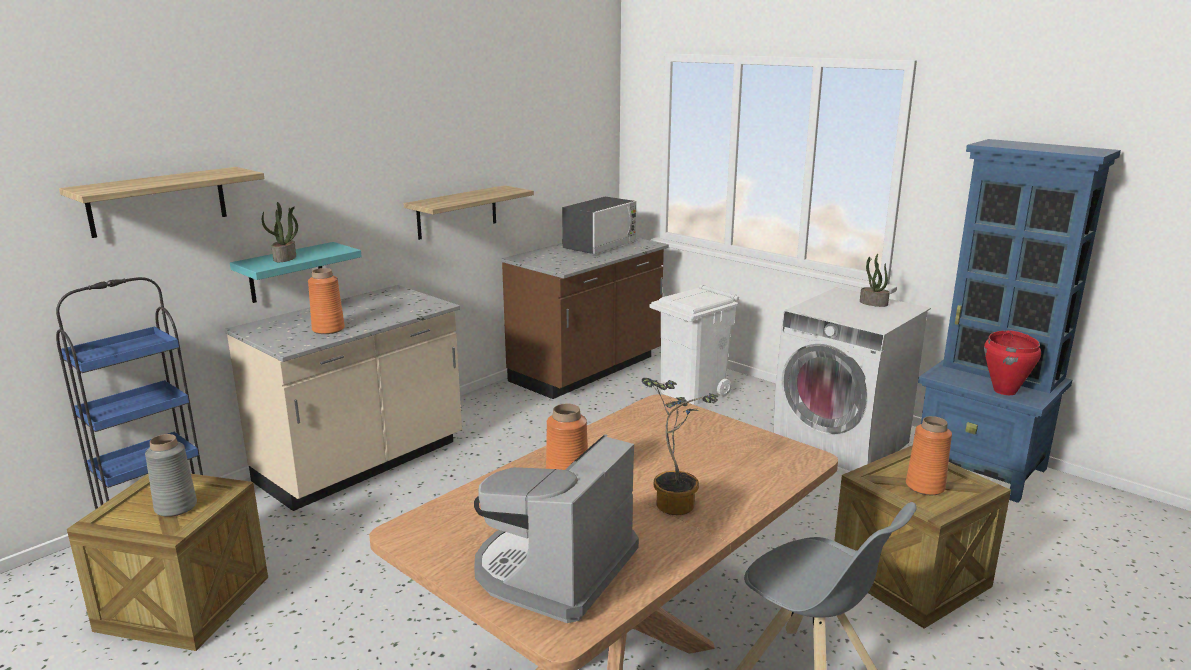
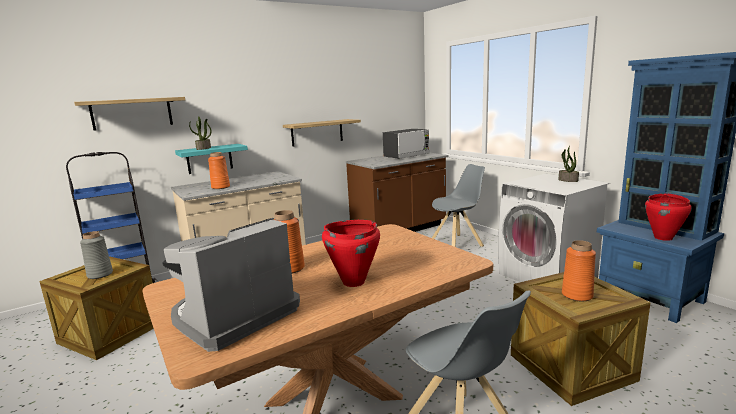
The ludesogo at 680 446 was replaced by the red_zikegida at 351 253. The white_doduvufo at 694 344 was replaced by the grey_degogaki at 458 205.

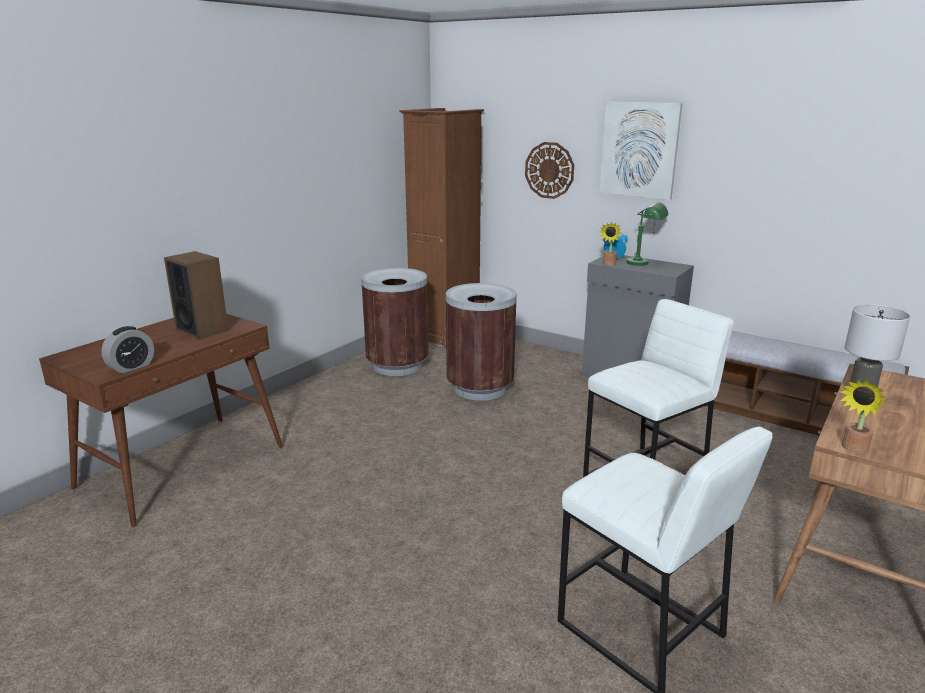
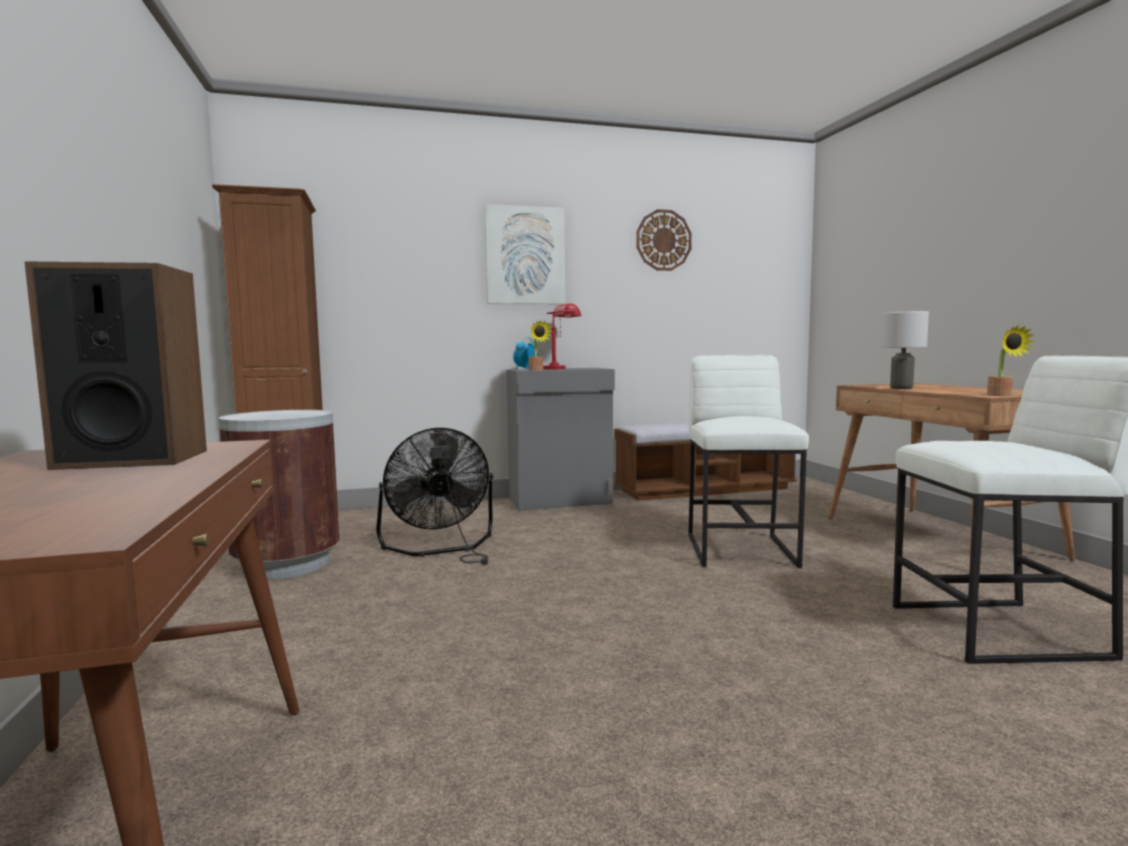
The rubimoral at 128 349 disappeared. The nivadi moved from 549 170 to 664 240. The brown_doduvufo at 481 342 was replaced by the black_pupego at 434 496. The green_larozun at 648 234 became the red_larozun at 562 336.

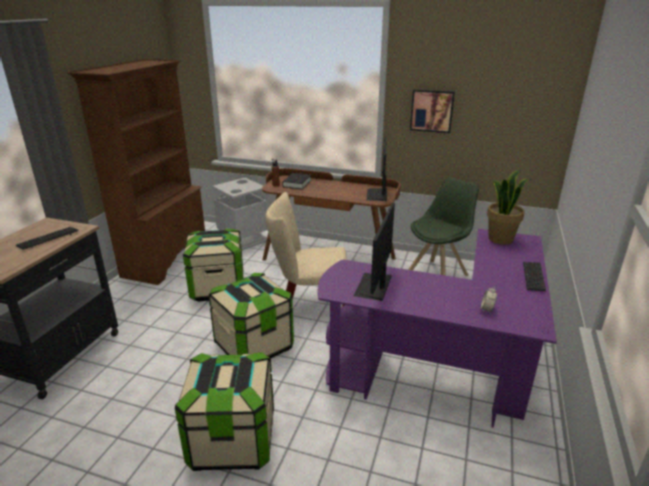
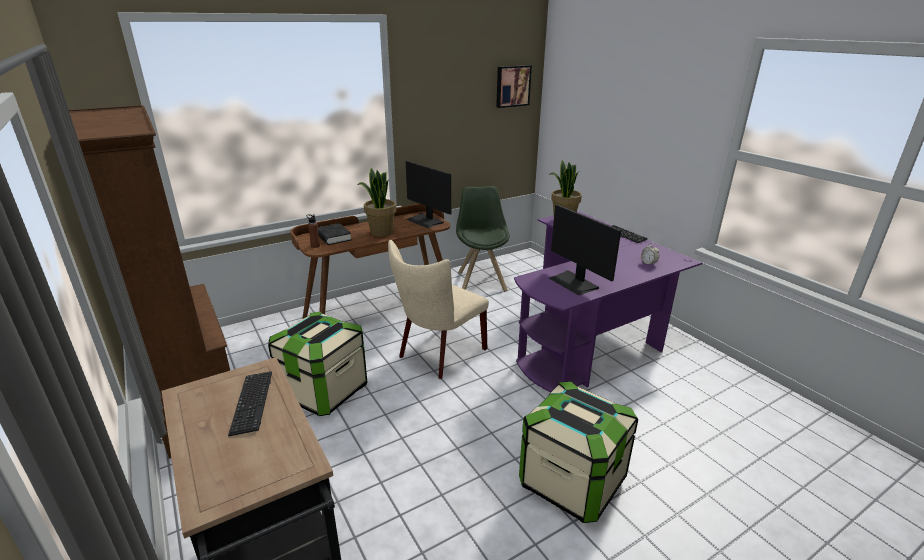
The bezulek at 251 316 disappeared. The grey_doduvufo at 240 214 disappeared. The ludesogo at 376 202 appeared. The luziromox moved from 432 111 to 514 86.

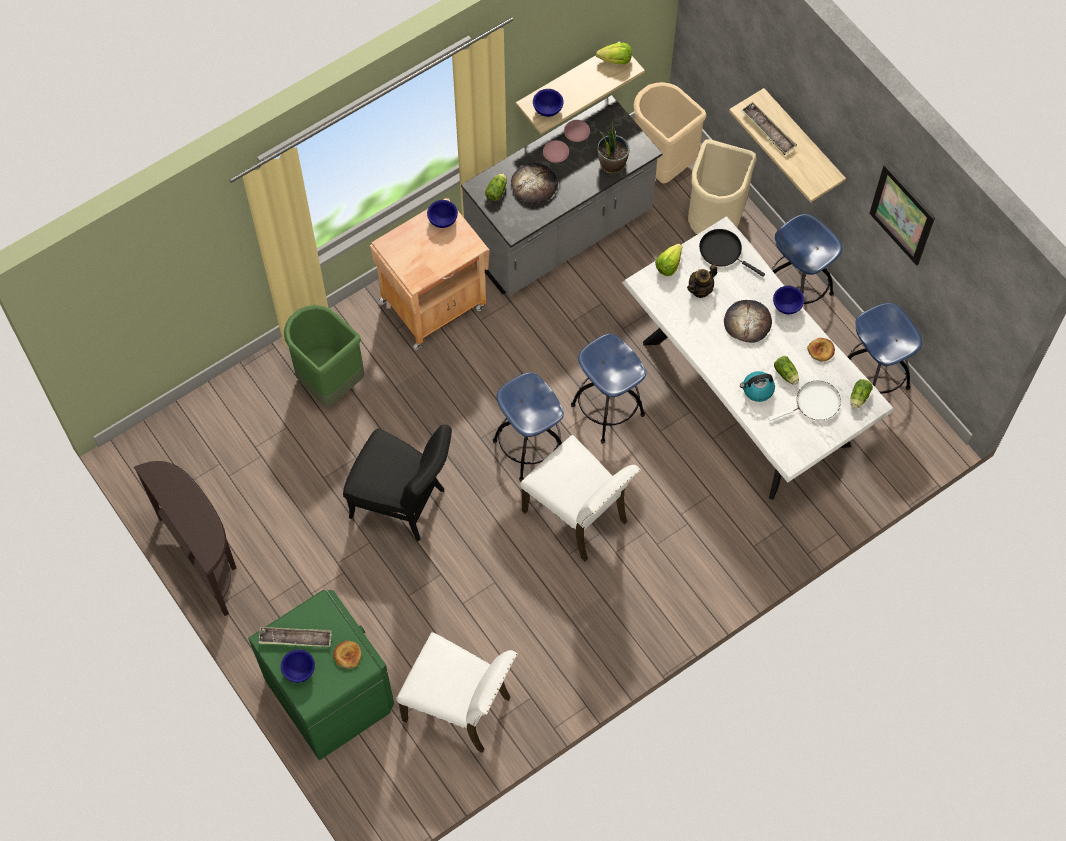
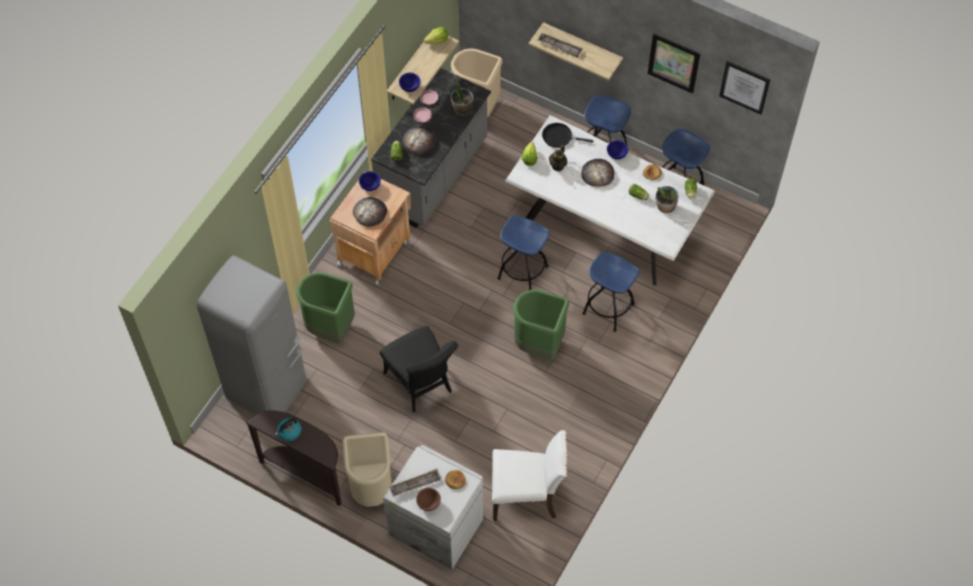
The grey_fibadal at 251 334 appeared. The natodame at 370 212 appeared. The luziromox at 744 88 appeared. The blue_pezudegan moved from 528 426 to 610 292. The beige_doduvufo moved from 722 186 to 367 469. The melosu moved from 757 386 to 288 429. The white_degogaki at 580 498 was replaced by the green_doduvufo at 541 325. The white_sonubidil at 804 400 was replaced by the ludesogo at 667 199. The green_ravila at 321 675 became the white_ravila at 433 507. The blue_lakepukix at 298 666 became the brown_lakepukix at 428 499. The black_degogaki at 397 483 turned 60 degrees clockwise.

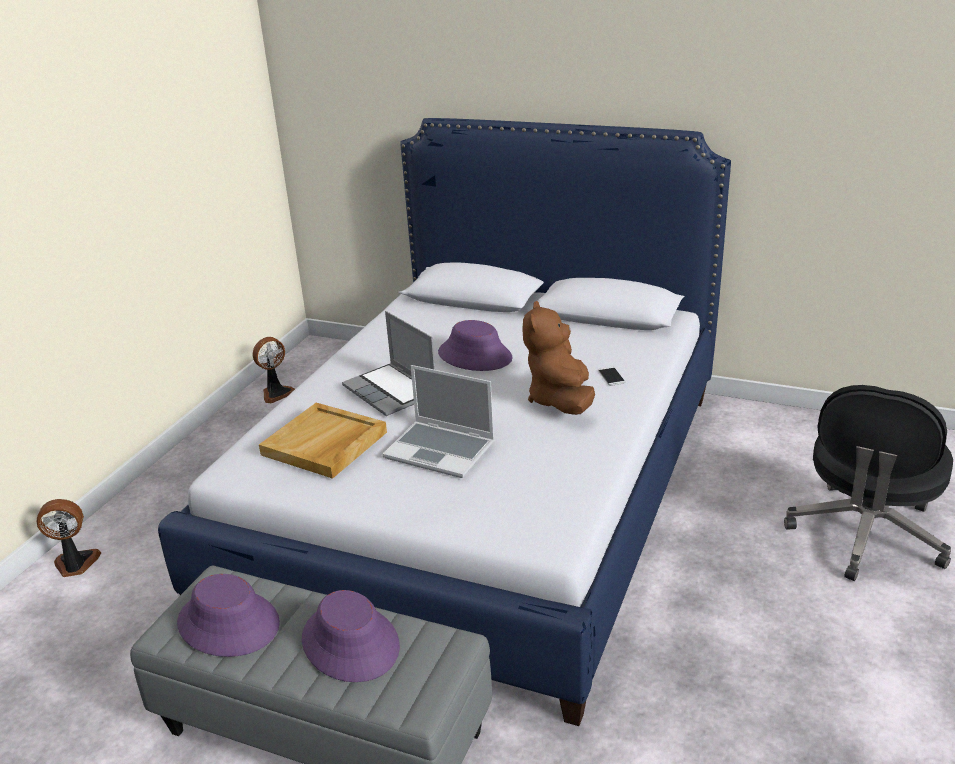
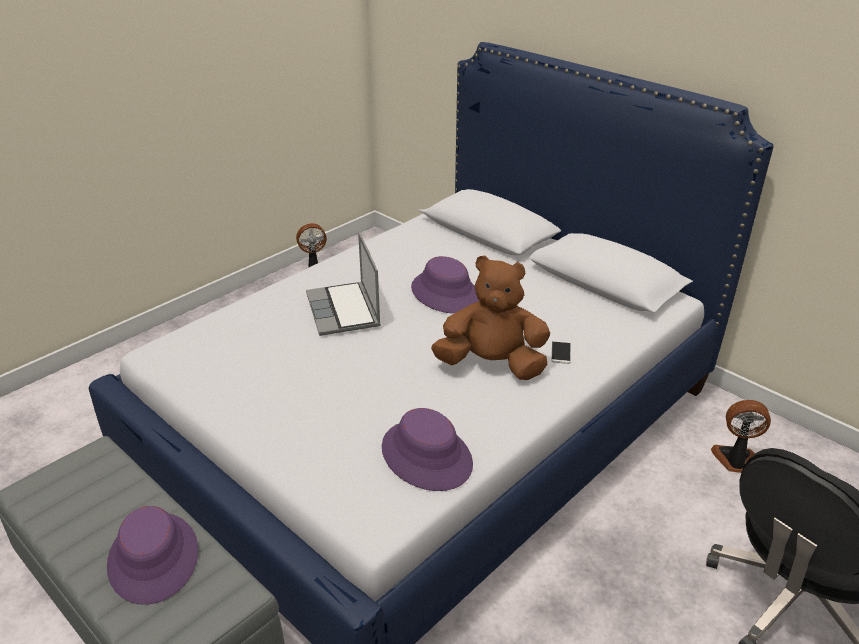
The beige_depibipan at 323 441 disappeared. The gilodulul at 438 421 disappeared. The pupego moved from 69 538 to 741 436. The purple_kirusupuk moved from 228 615 to 427 449. The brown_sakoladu at 558 358 turned 75 degrees clockwise.

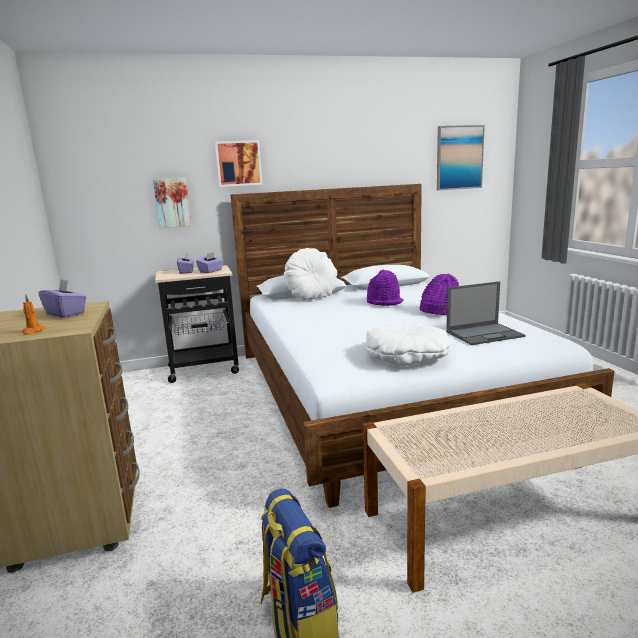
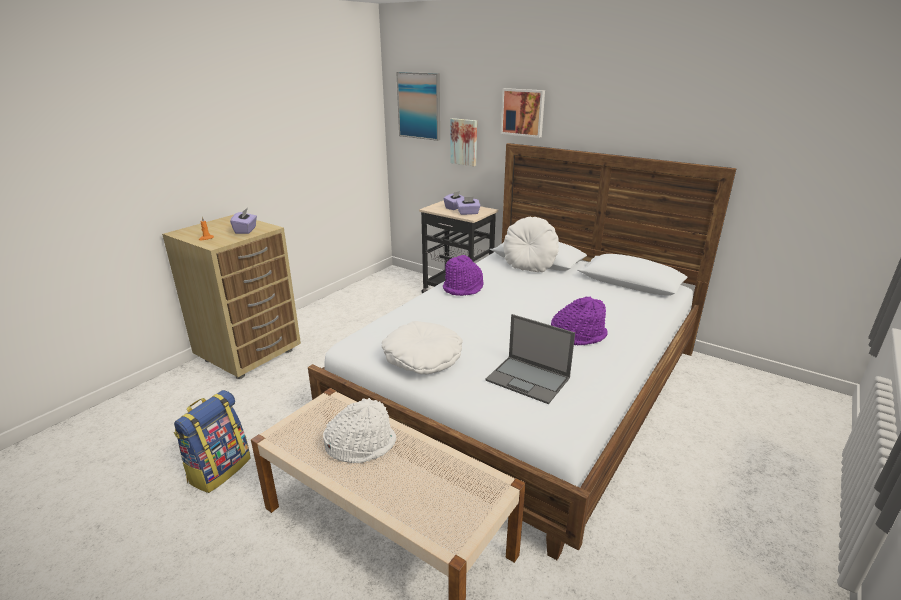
The white_kirusupuk at 359 430 appeared. The purple_kirusupuk moved from 385 288 to 463 275. The luziromox moved from 461 157 to 418 106.

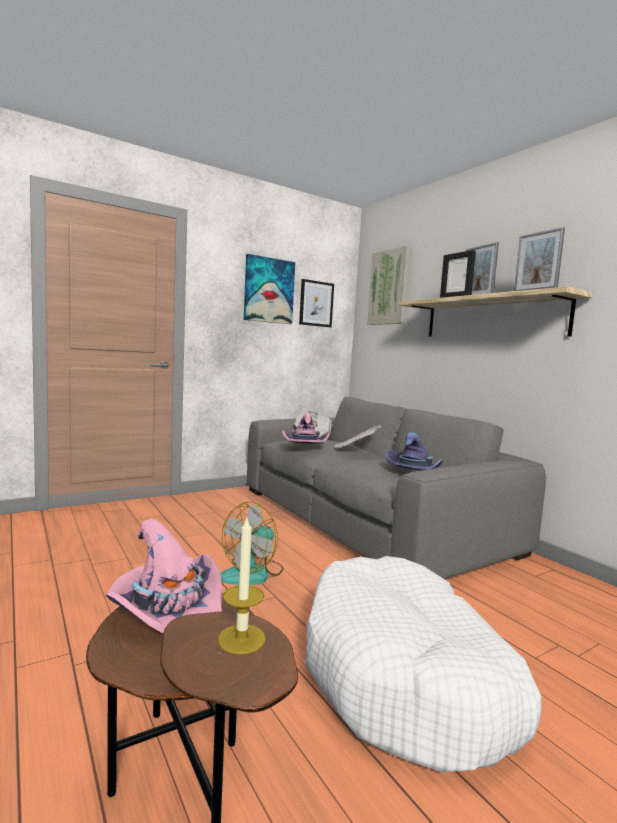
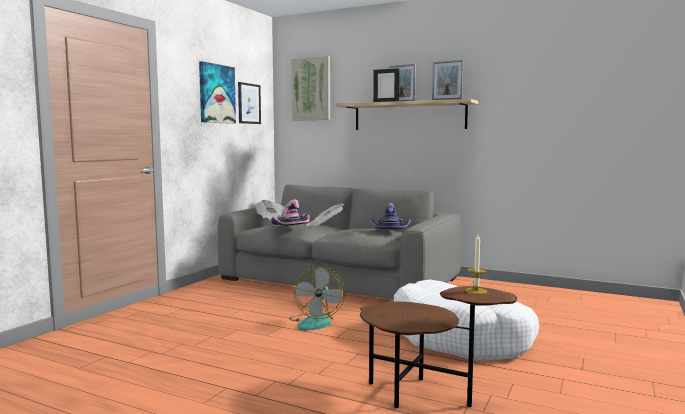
The pink_kirusupuk at 164 576 disappeared.

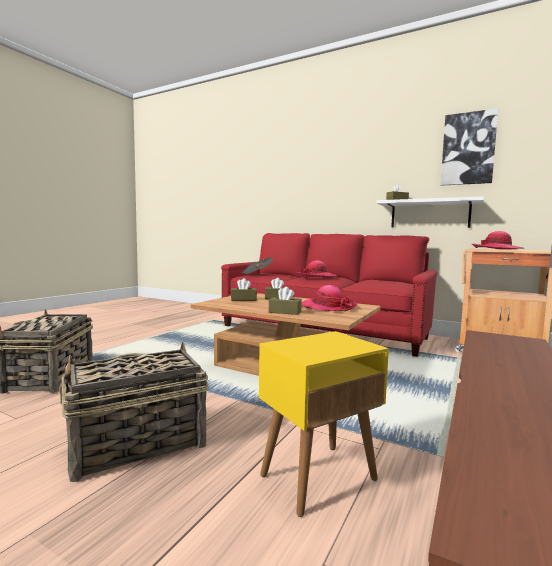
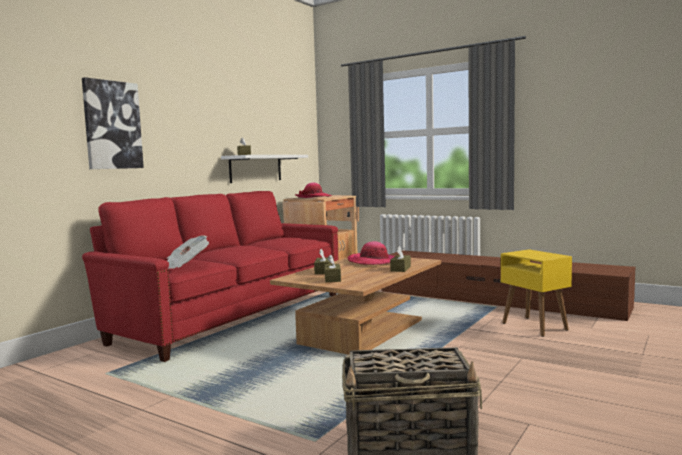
The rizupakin at 134 412 disappeared. The kirusupuk at 317 268 disappeared. The luziromox moved from 469 147 to 113 123.

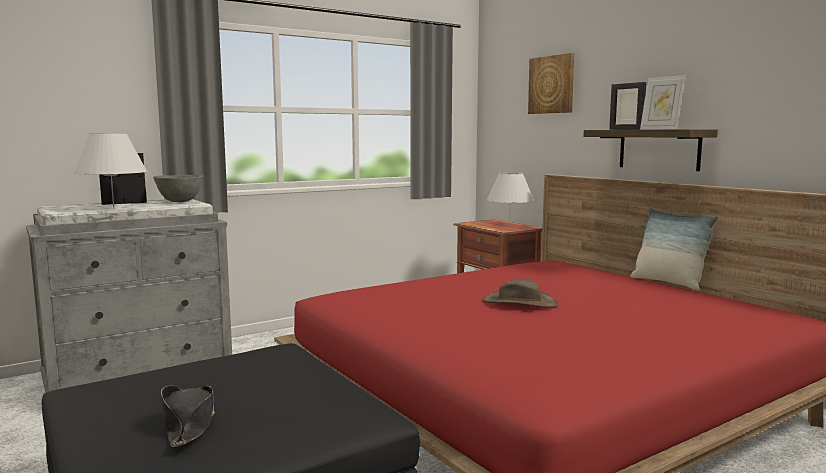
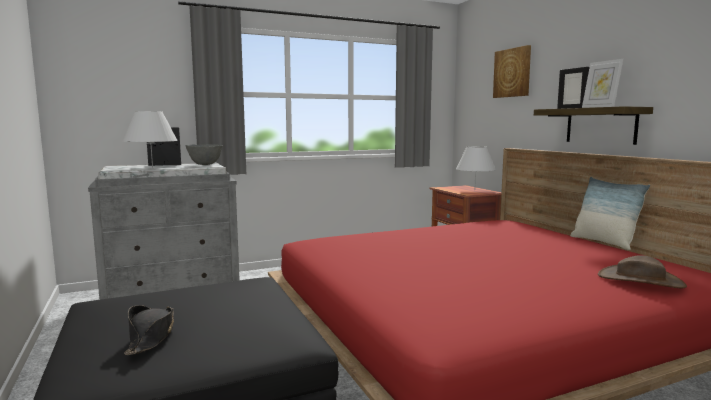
The brown_kirusupuk moved from 520 293 to 642 271.

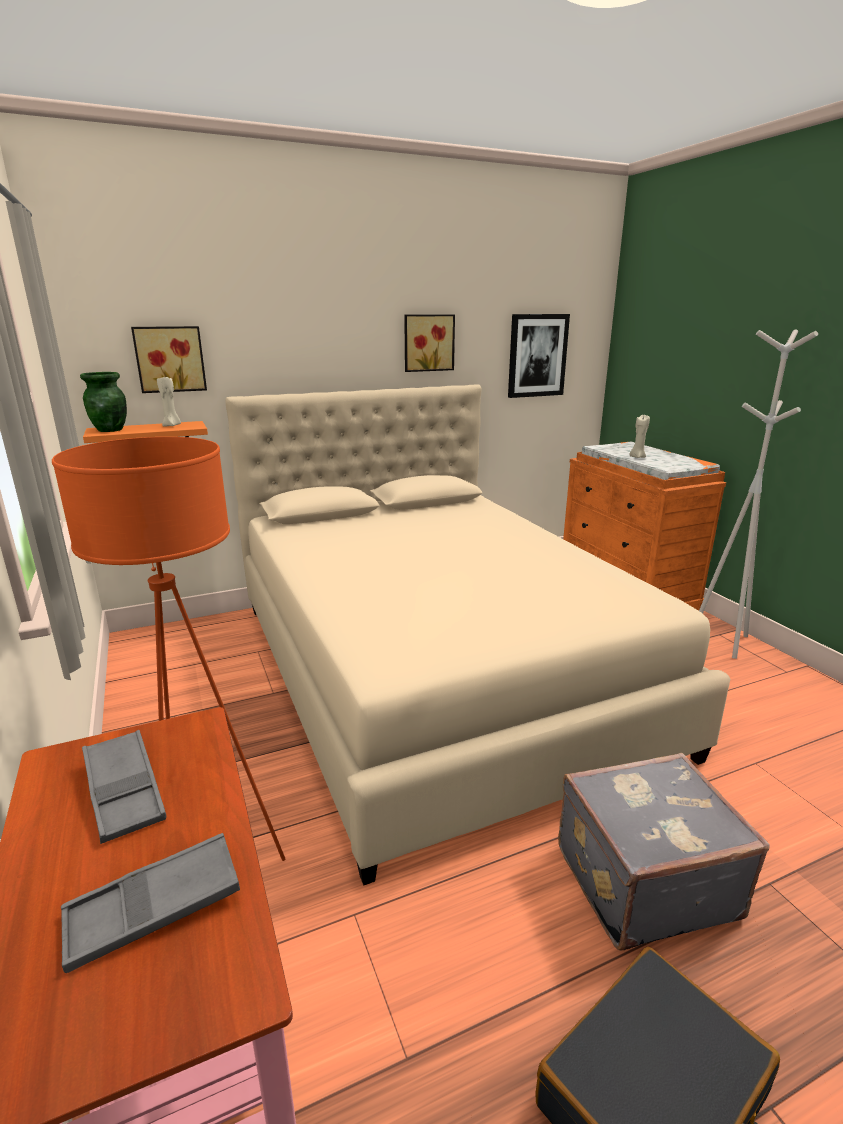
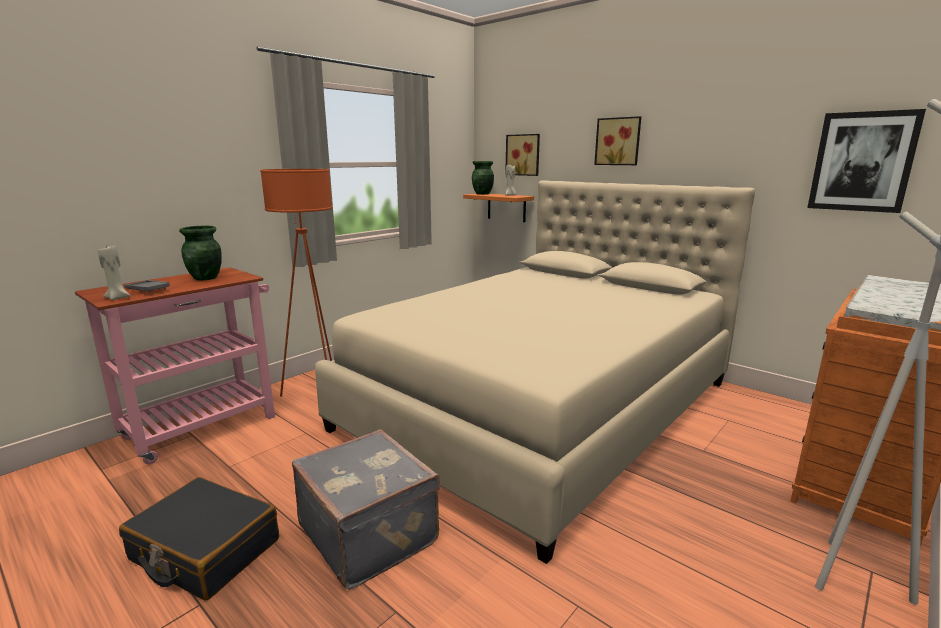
The luziromox moved from 429 343 to 617 140. The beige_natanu moved from 639 436 to 114 273. The grey_depibipan at 124 787 was replaced by the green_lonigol at 200 253.

